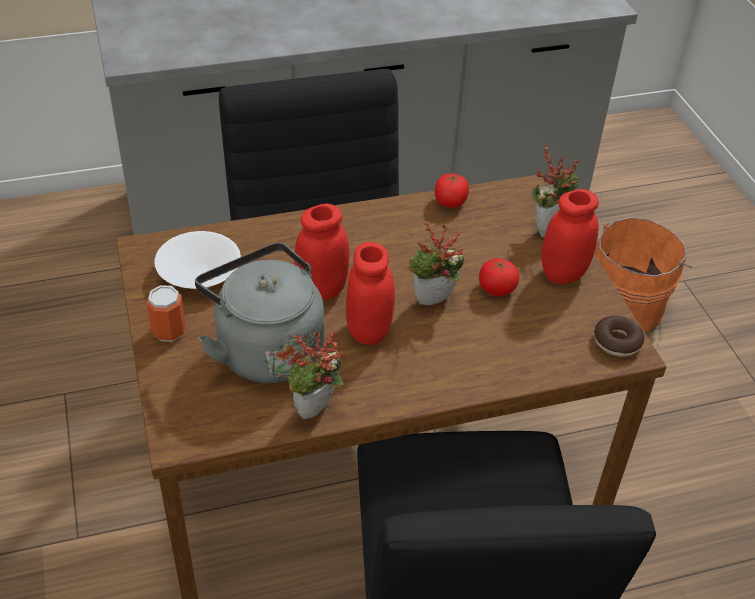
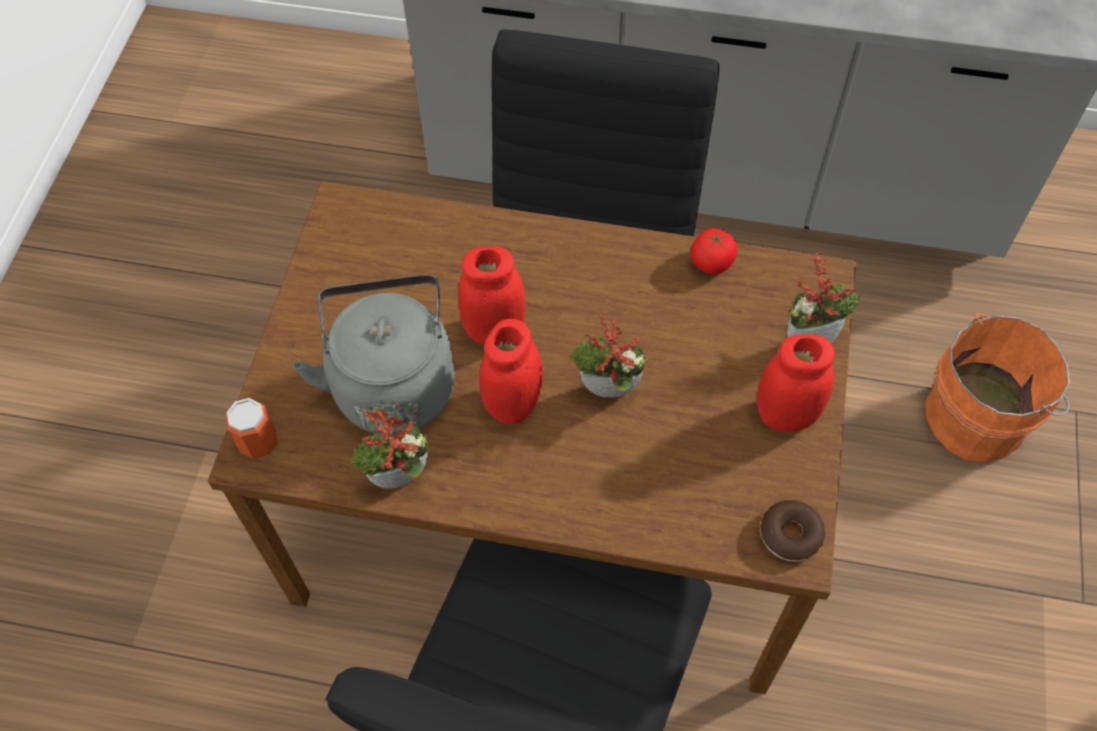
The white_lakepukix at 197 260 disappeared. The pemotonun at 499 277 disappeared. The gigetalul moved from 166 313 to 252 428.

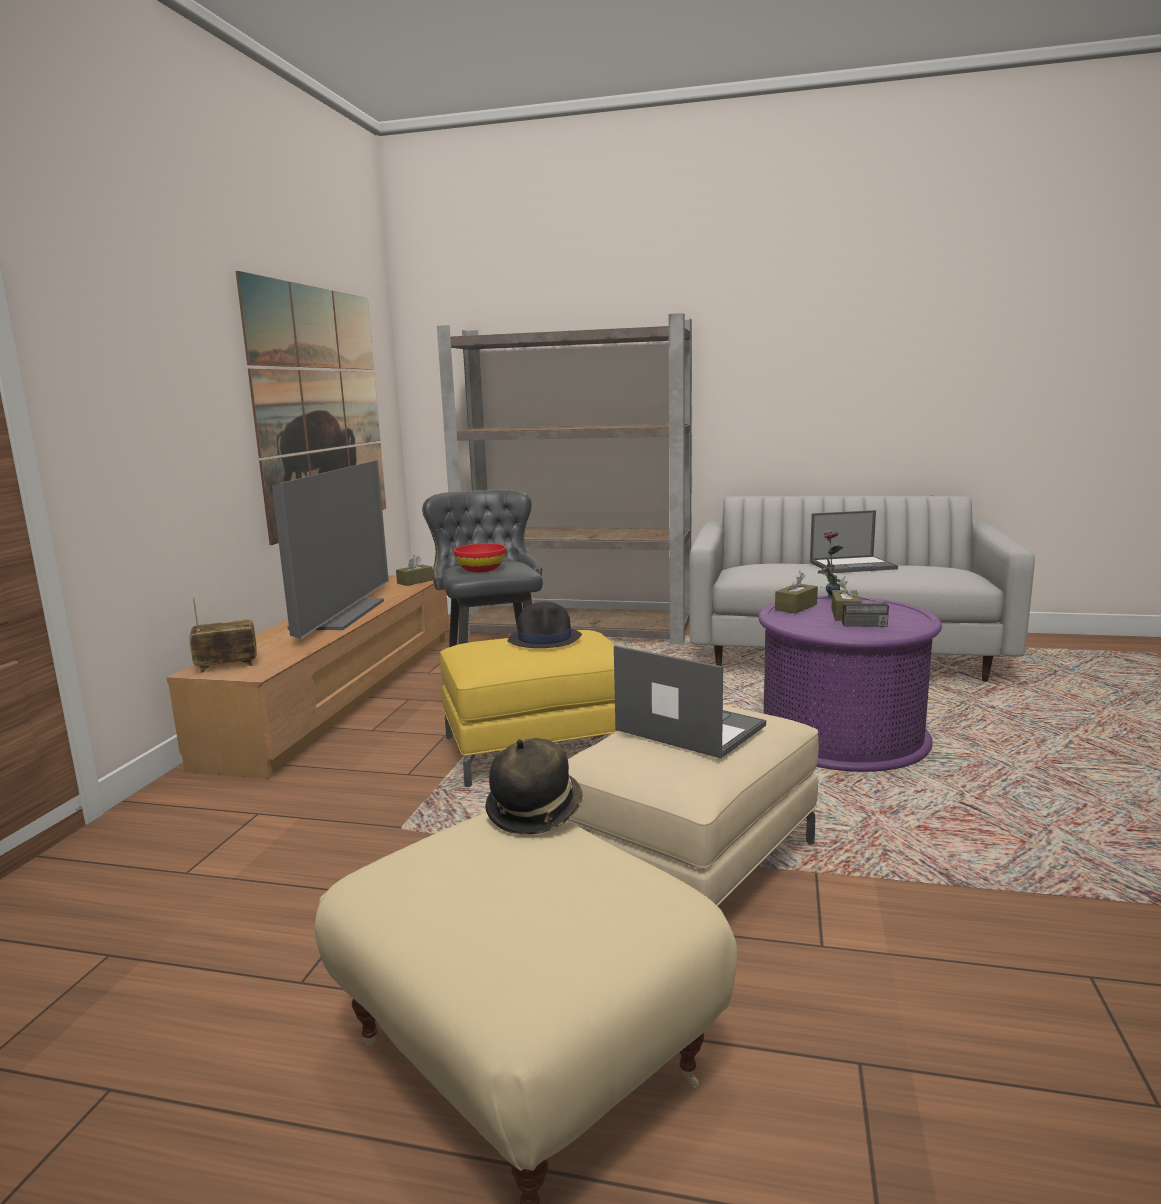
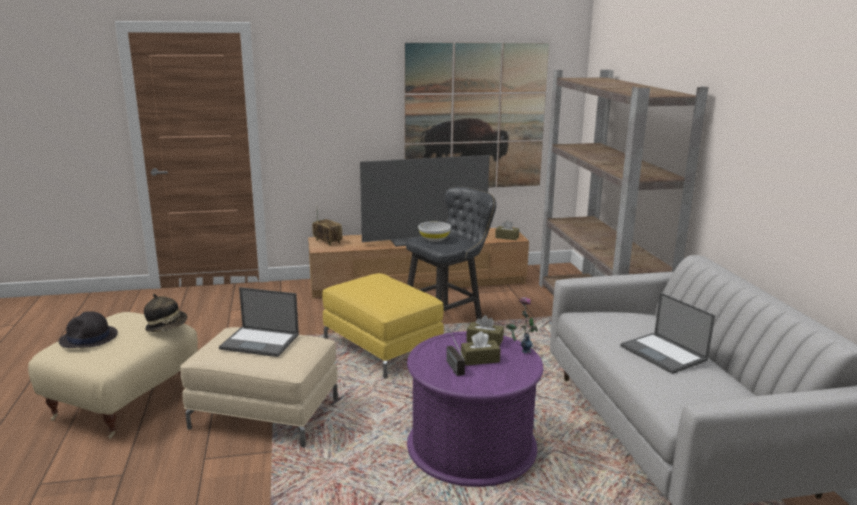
The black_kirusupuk moved from 545 625 to 88 329. The red_lakepukix at 479 557 became the white_lakepukix at 434 231. The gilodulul at 690 701 turned 90 degrees clockwise.

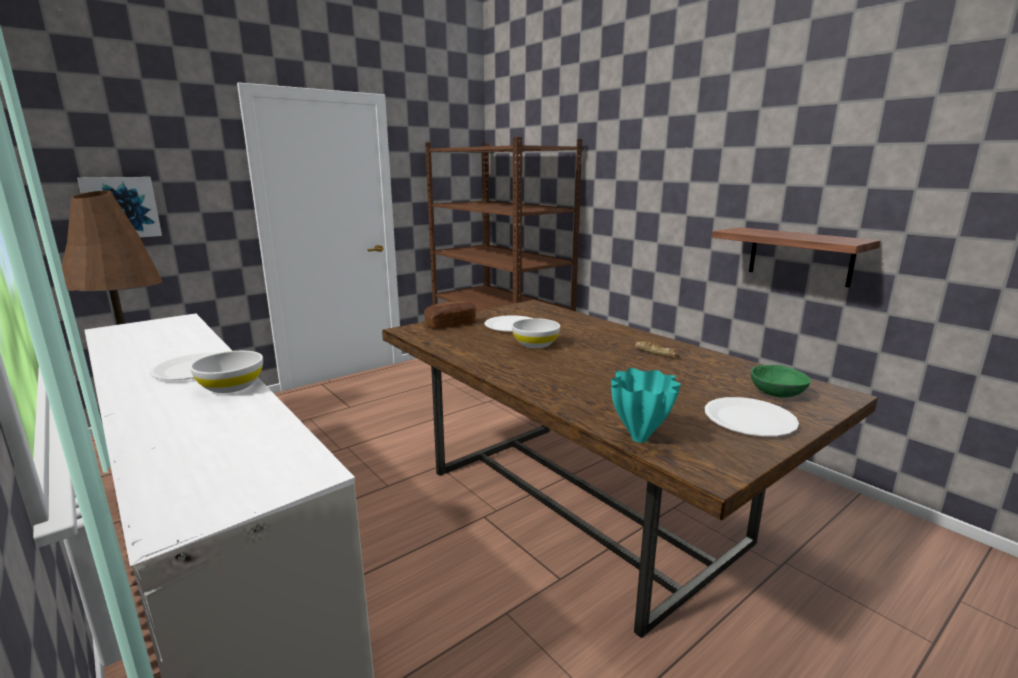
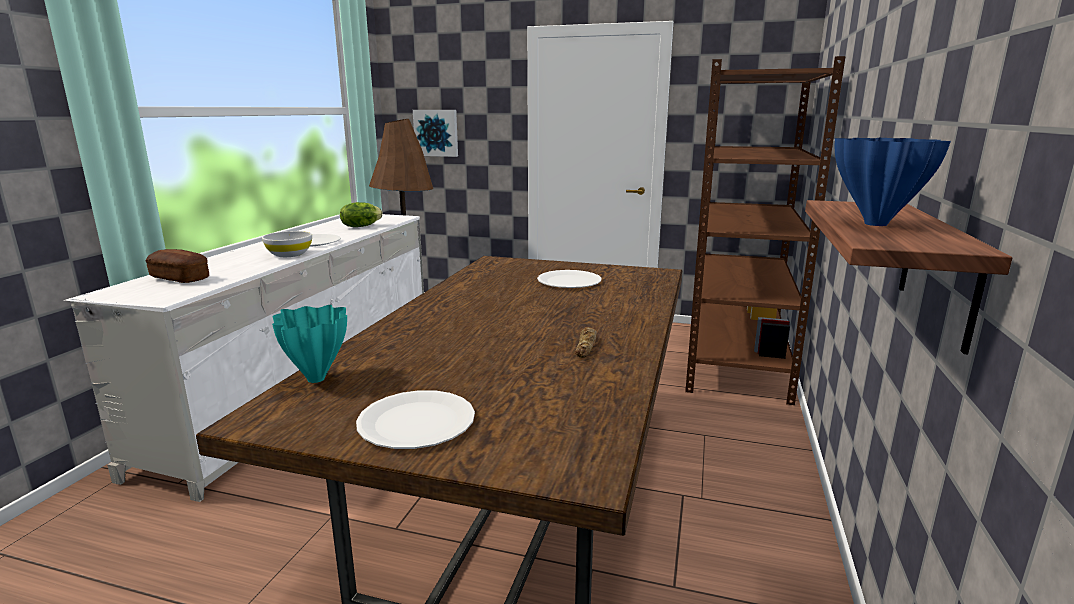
The white_lakepukix at 535 333 disappeared. The green_lakepukix at 781 381 disappeared. The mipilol at 361 214 appeared. The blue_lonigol at 893 182 appeared. The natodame moved from 450 314 to 177 266.

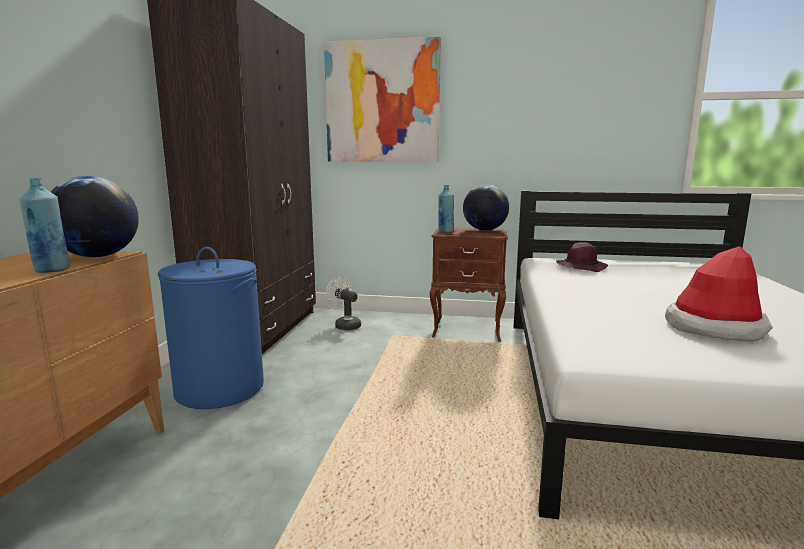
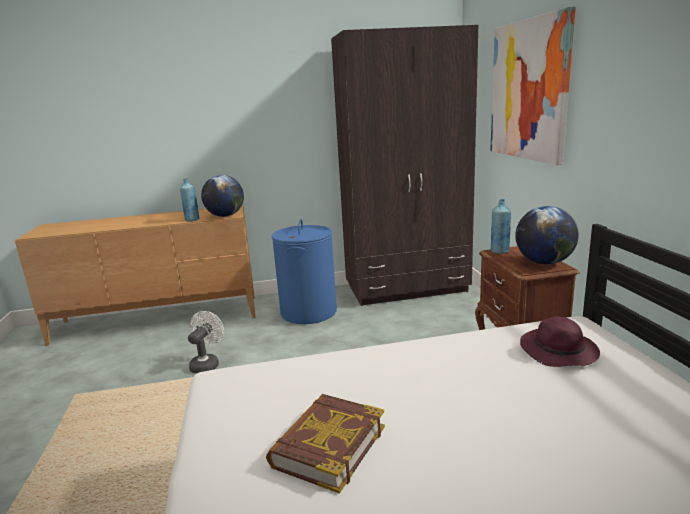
The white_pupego moved from 343 303 to 206 342. The kirusupuk at 719 294 was replaced by the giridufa at 325 444.

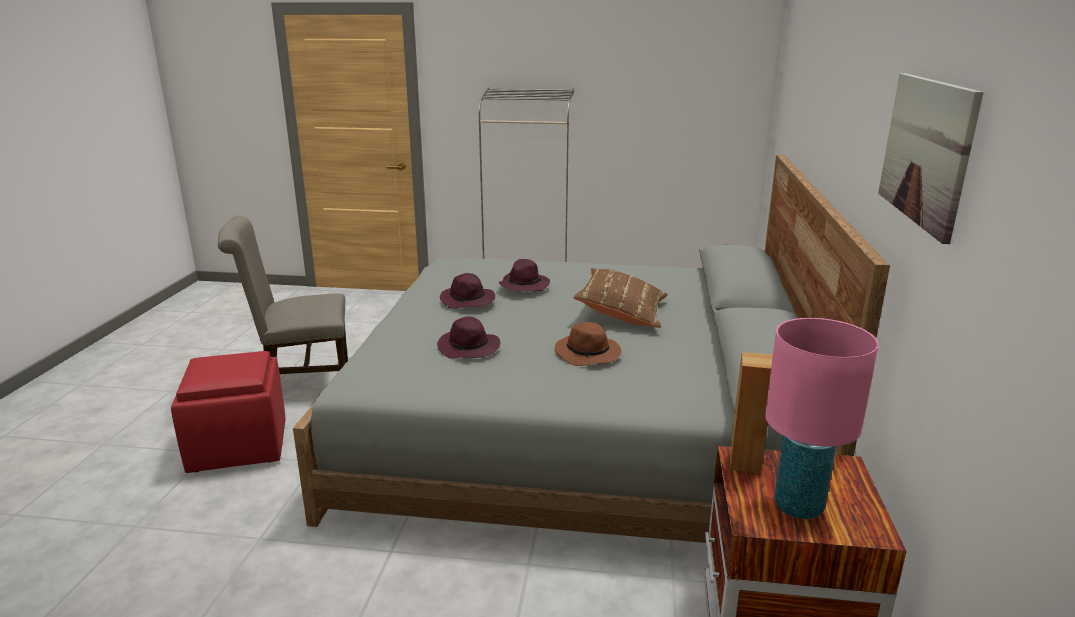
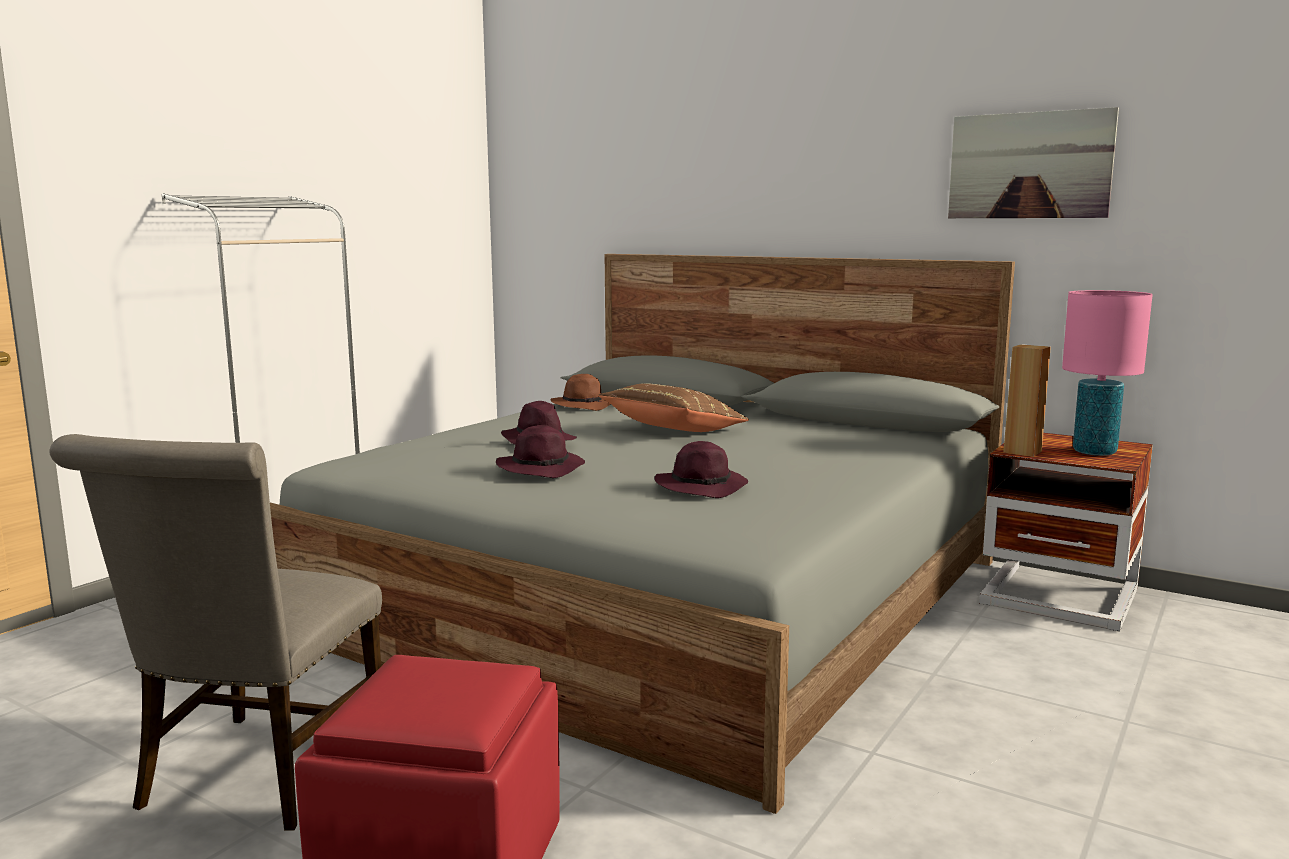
The brown_kirusupuk moved from 588 344 to 580 392.

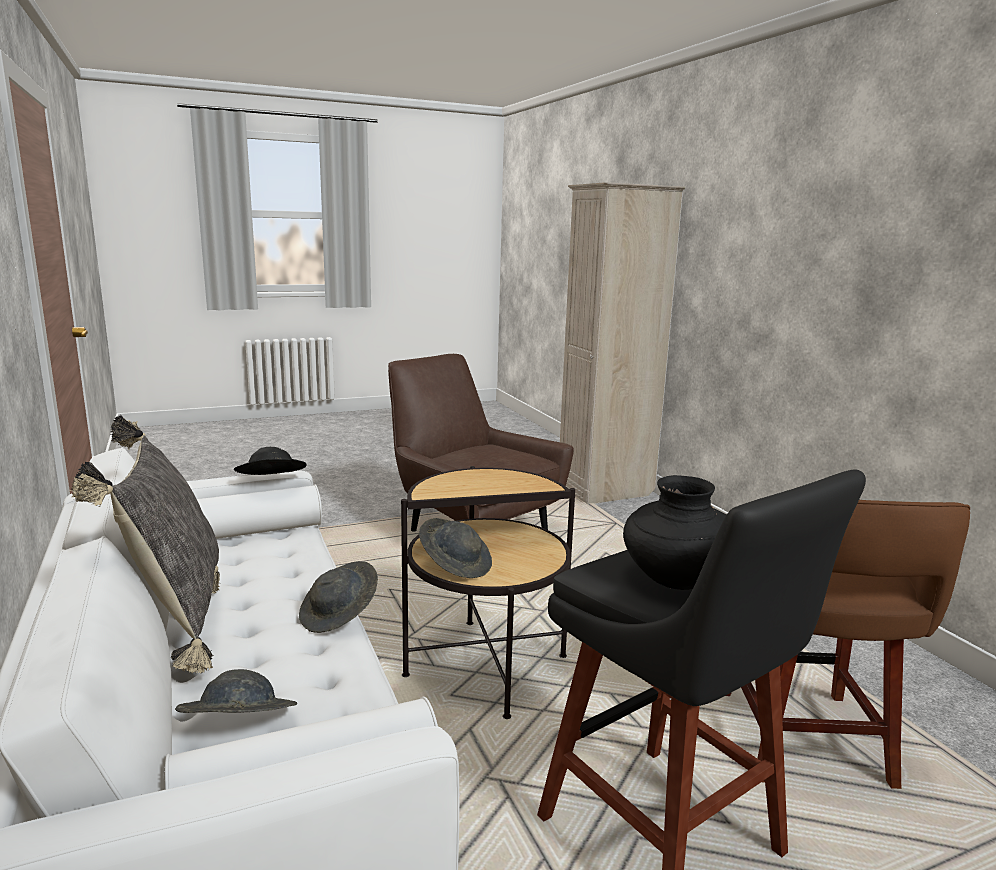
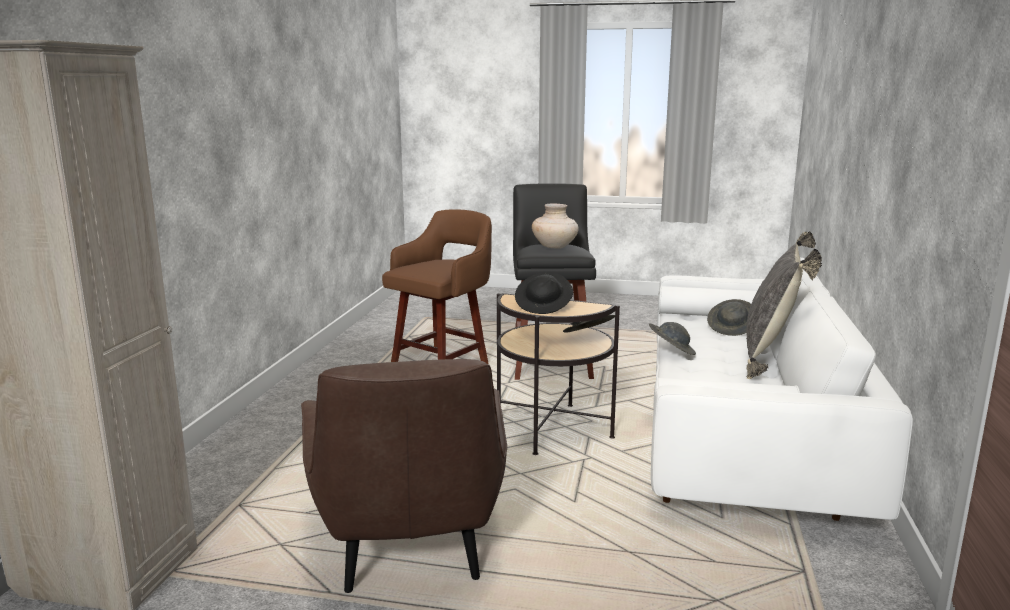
The black_kirusupuk moved from 270 461 to 544 293. The black_lonigol at 674 532 became the beige_lonigol at 555 226.

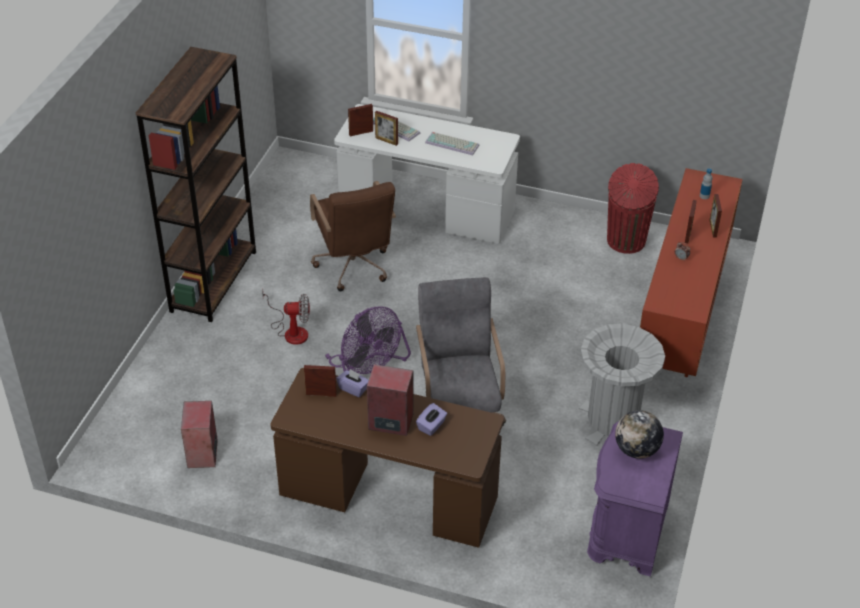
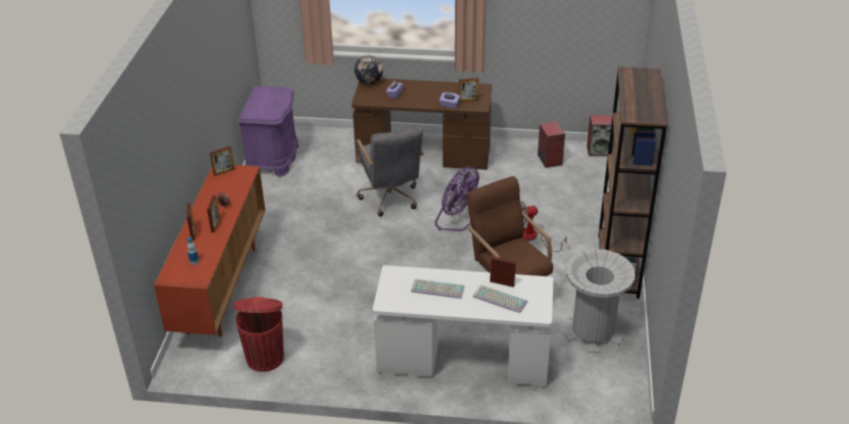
The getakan moved from 360 120 to 222 161. The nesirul moved from 390 400 to 600 135. The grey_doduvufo moved from 622 385 to 599 301. The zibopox moved from 639 434 to 368 70.

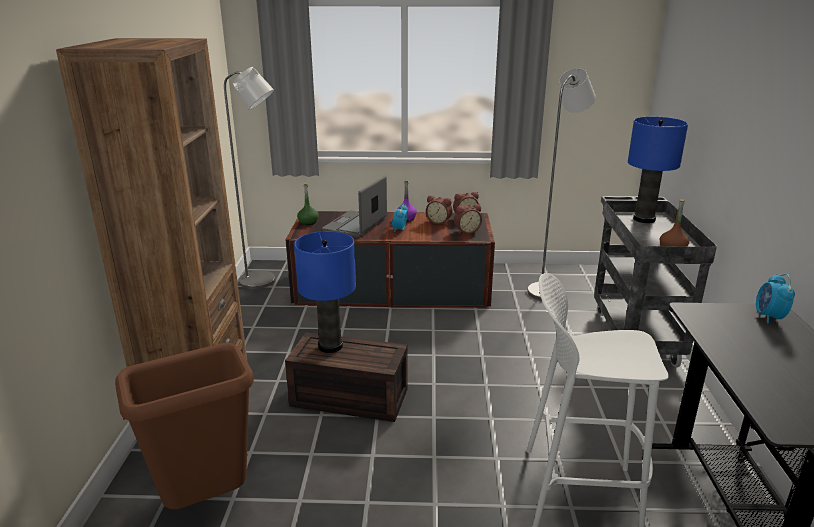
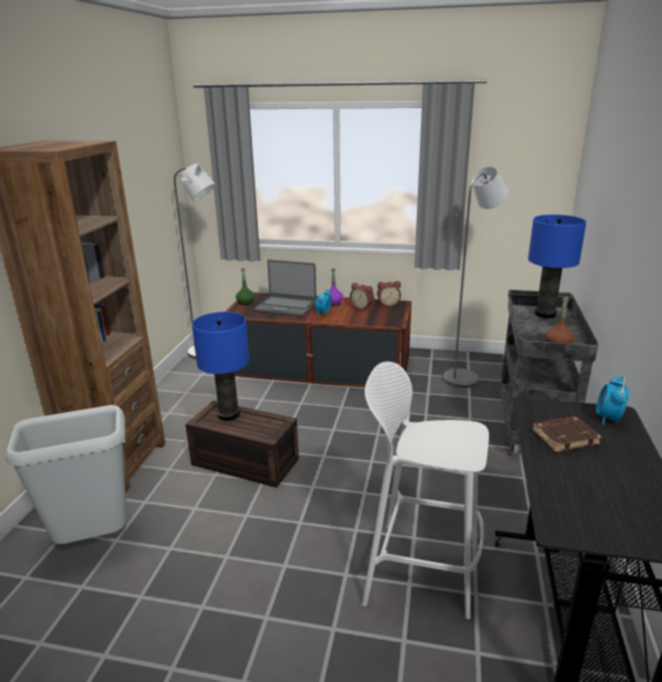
The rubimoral at 468 219 disappeared. The brown_giridufa at 567 434 appeared. The brown_doduvufo at 184 426 became the grey_doduvufo at 65 474. The gilodulul at 354 207 turned 105 degrees counterclockwise.

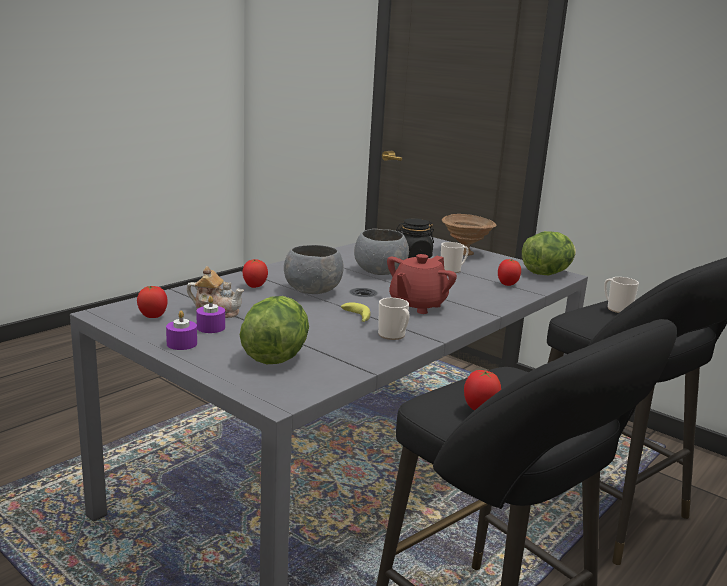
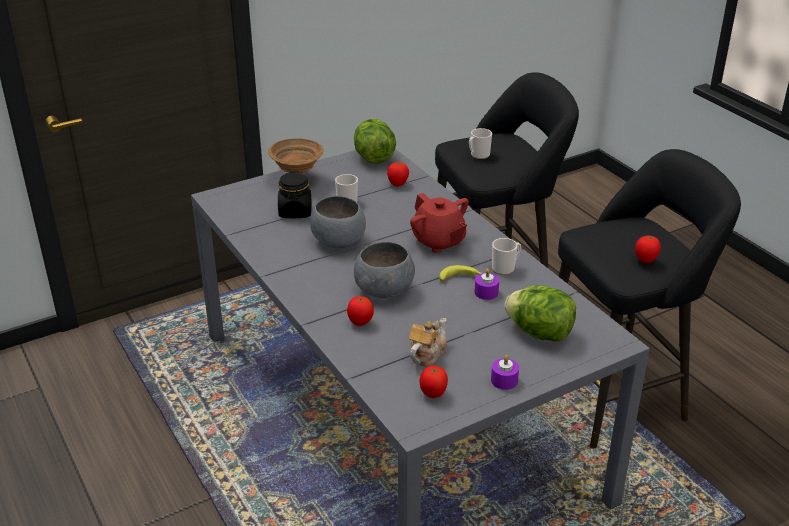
The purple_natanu moved from 210 314 to 486 284.

